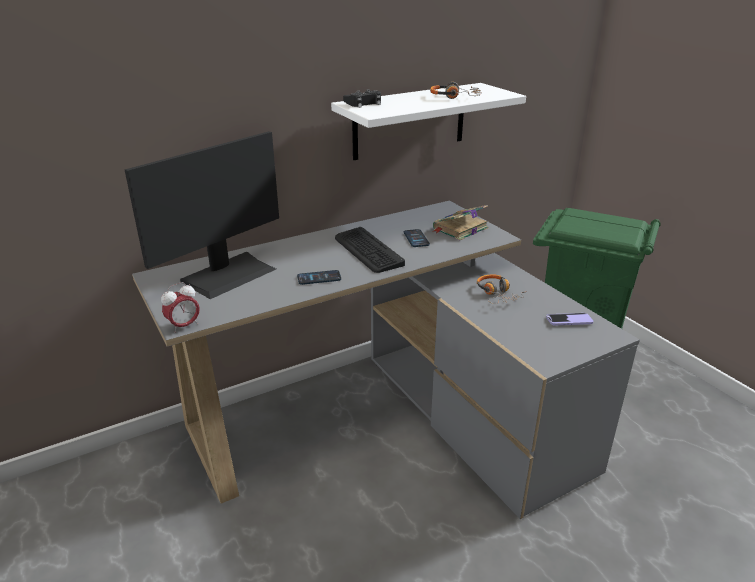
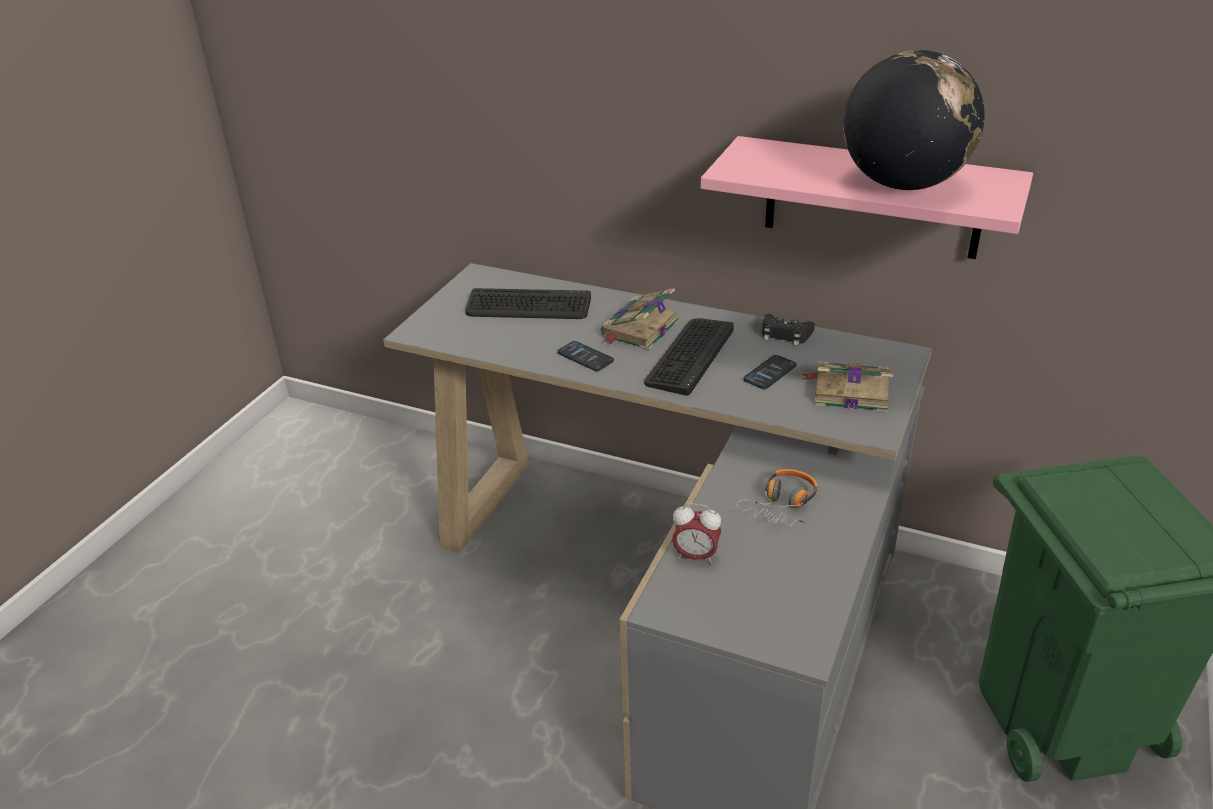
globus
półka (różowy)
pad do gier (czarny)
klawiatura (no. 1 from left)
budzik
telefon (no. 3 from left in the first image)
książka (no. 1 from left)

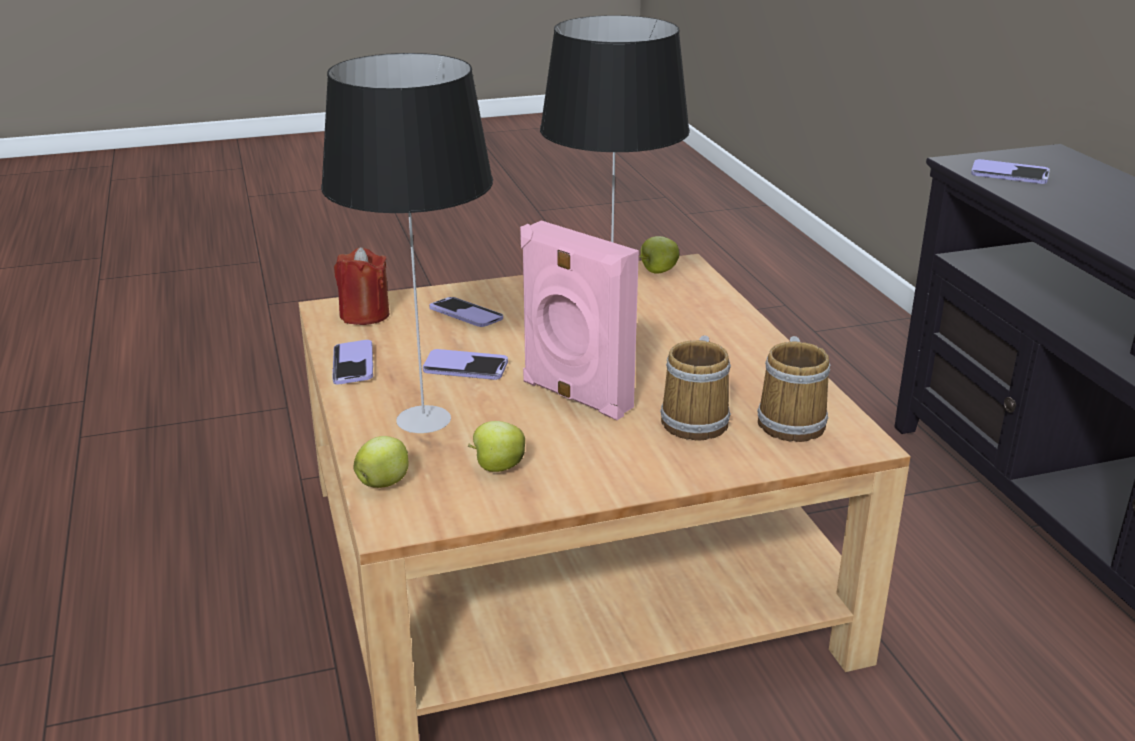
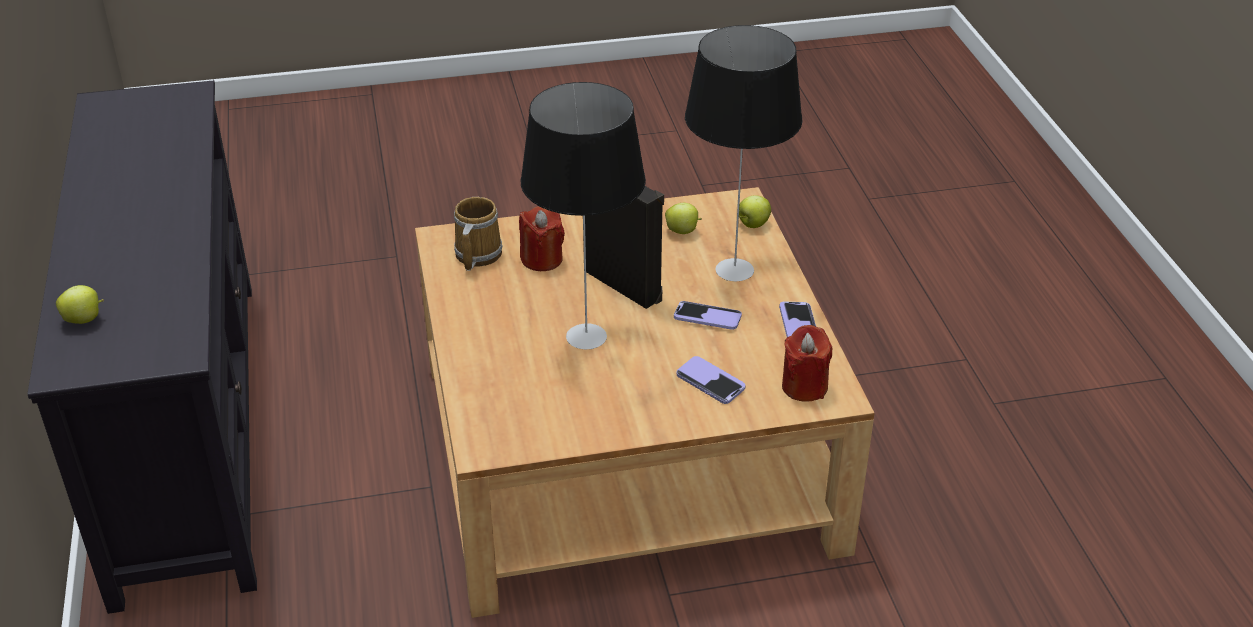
telefon (no. 4 from left in the first image)
głośnik (czarny)
jabłko (no. 1 from left)
świeca (czerwony) (no. 1 from left)

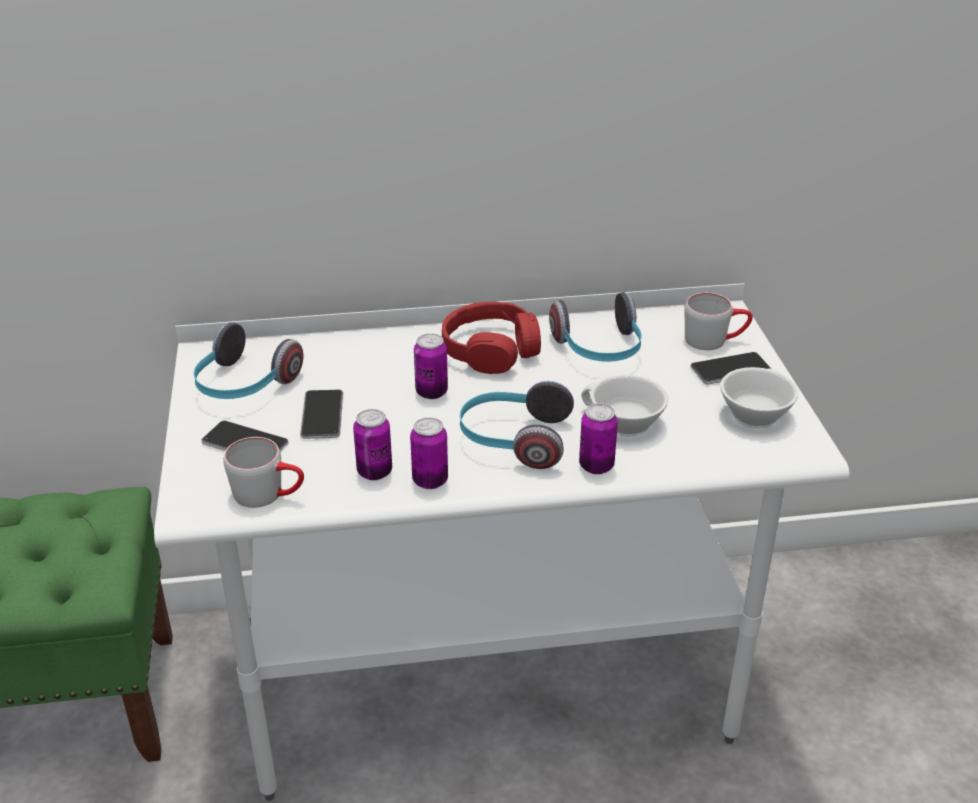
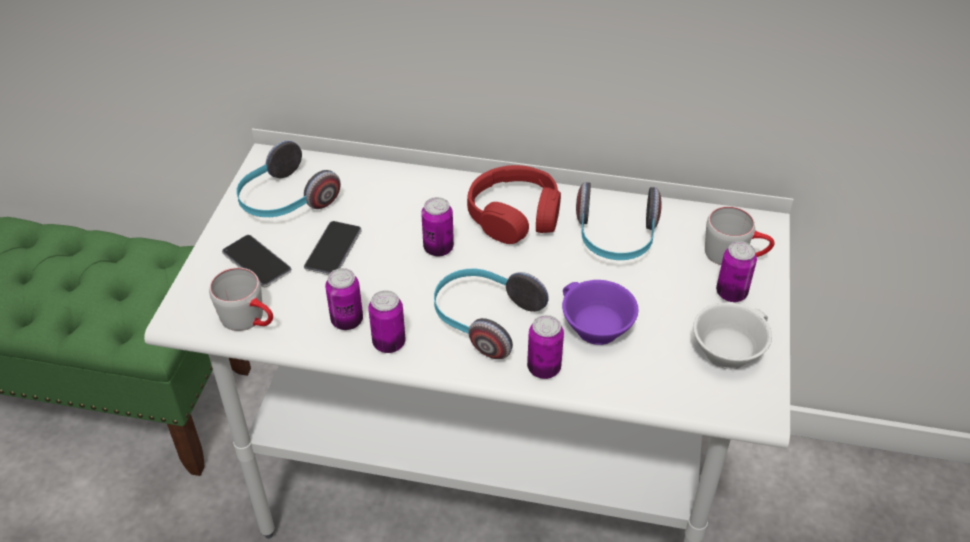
puszka (no. 5 from left)
filiżanka (fioletowy)

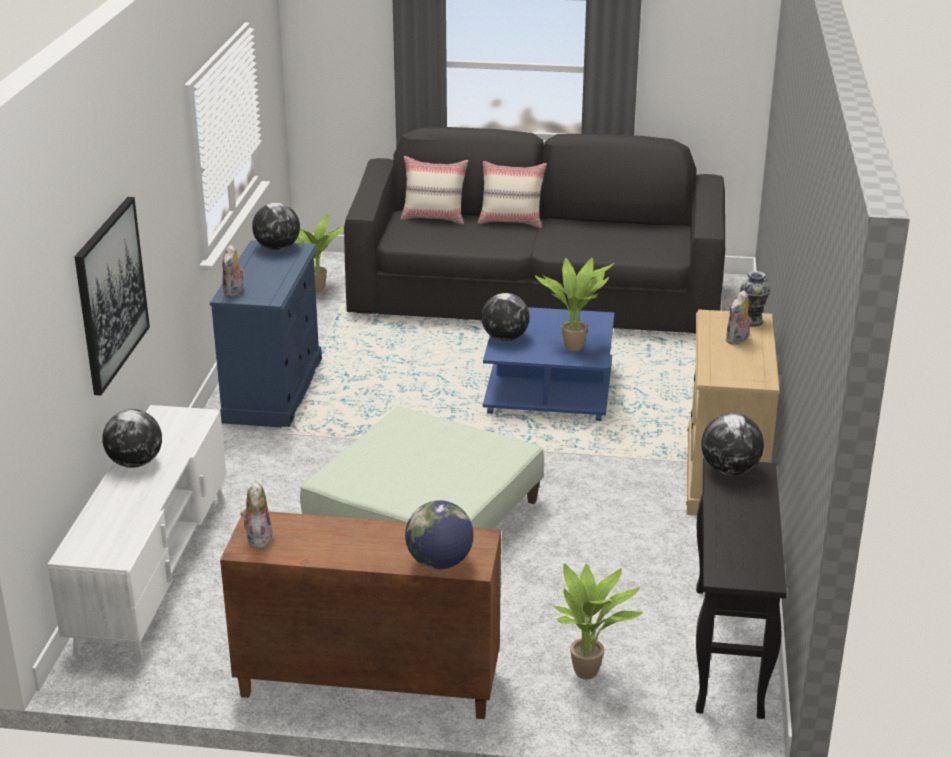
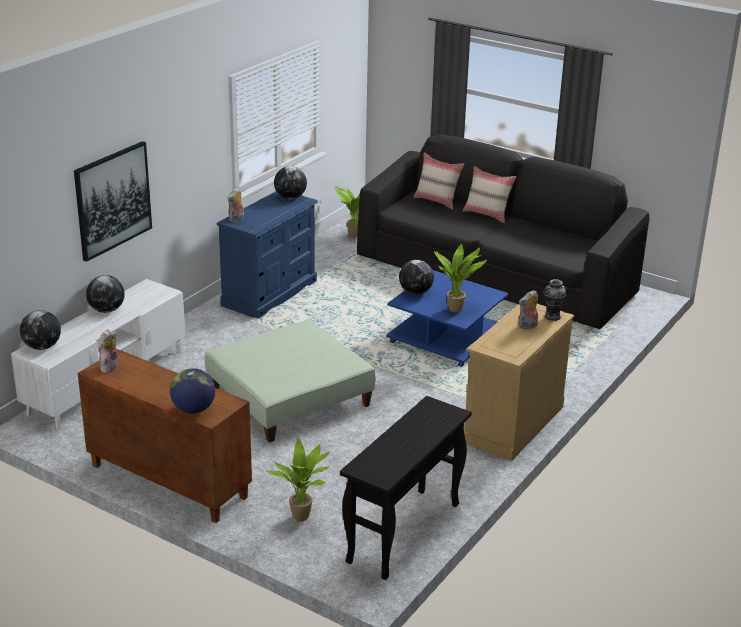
globus (no. 1 from left)

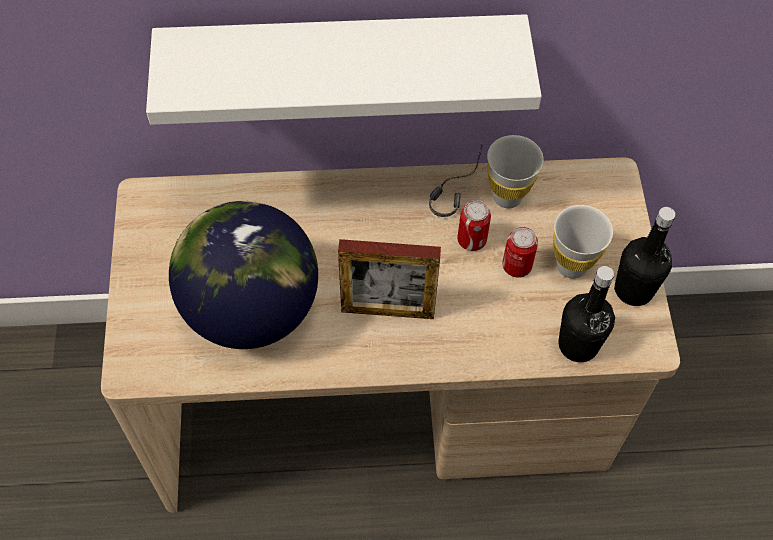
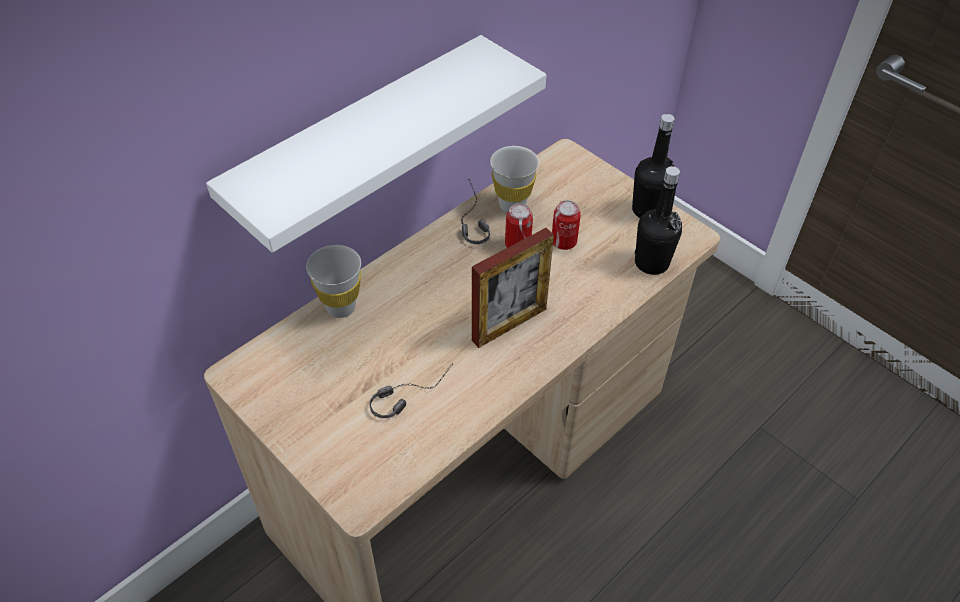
słuchawki (no. 1 from left)
filiżanka (biały) (no. 1 from left)

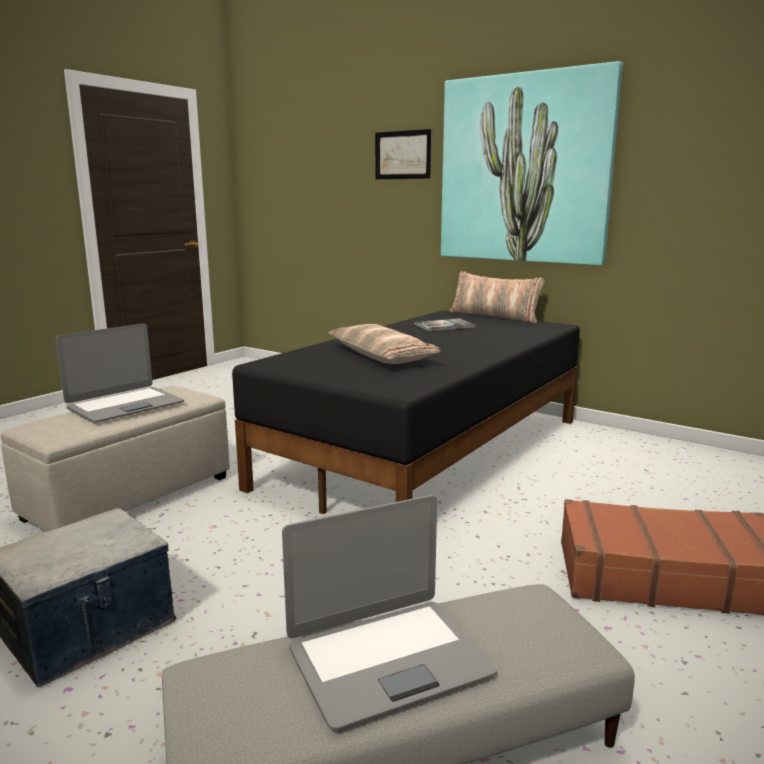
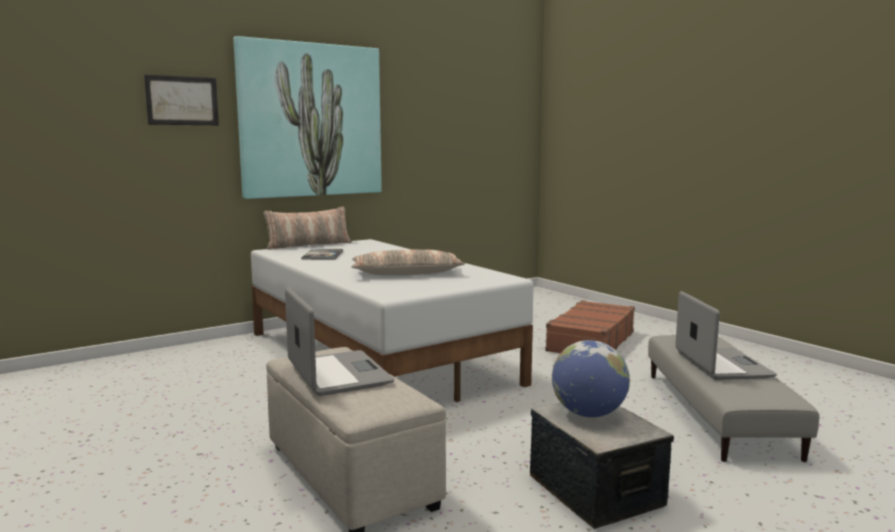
łóżko (biały)
globus

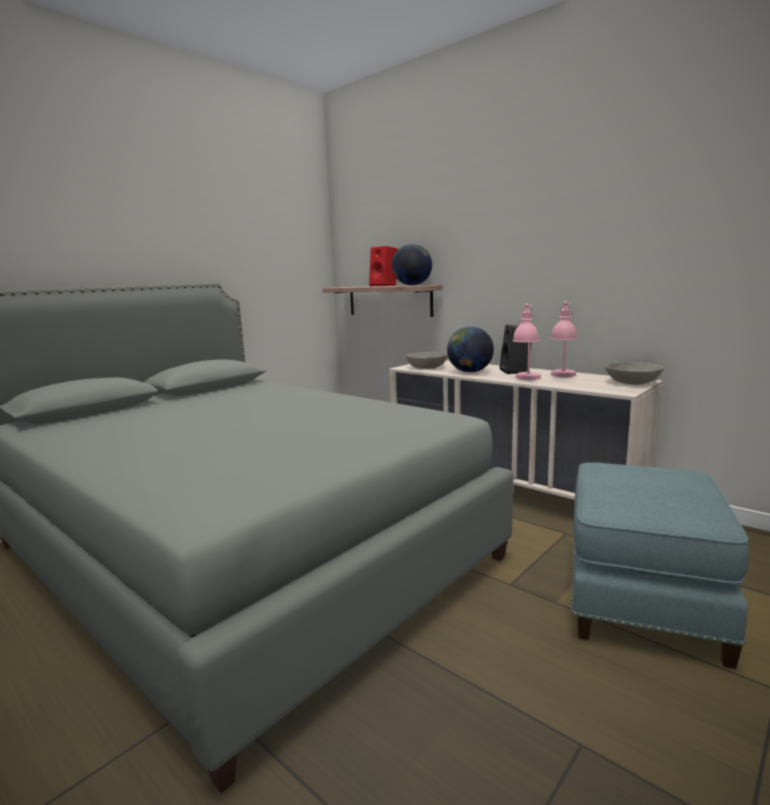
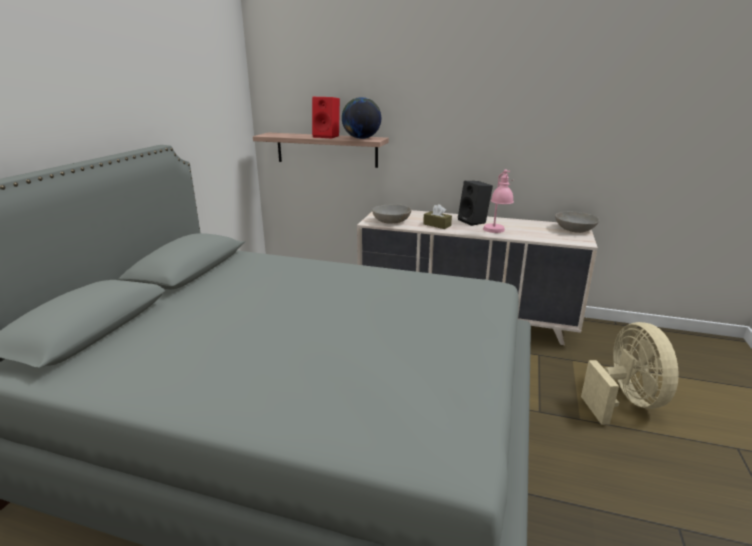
lampa stołowa (różowy) (no. 2 from left in the first image)
pudełko chusteczek (brązowy)
wentylator (beżowy)

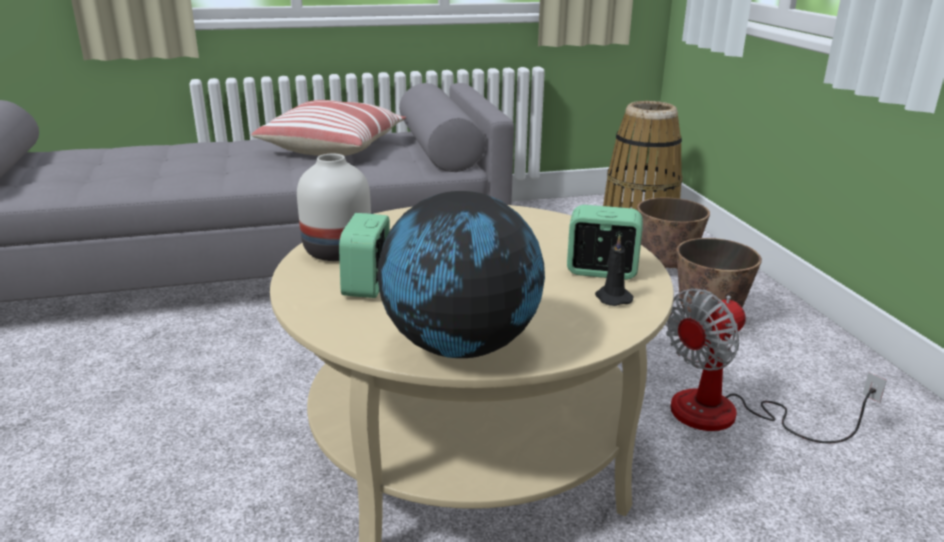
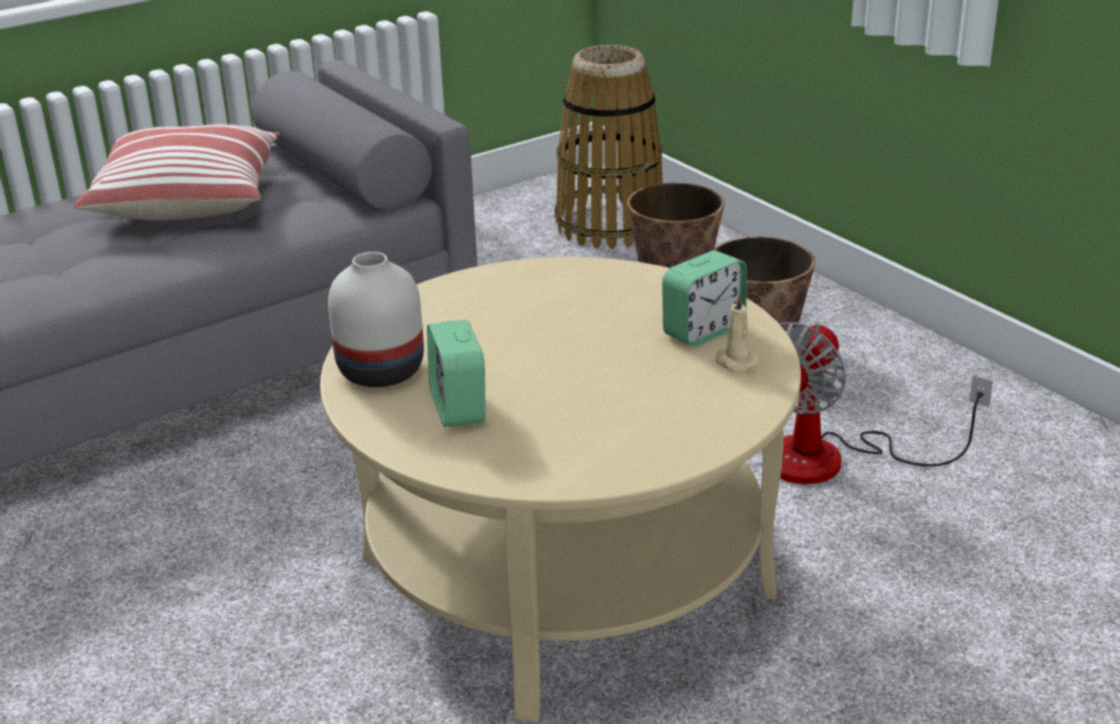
globus
budzik (no. 2 from left)
świeca (beżowy)

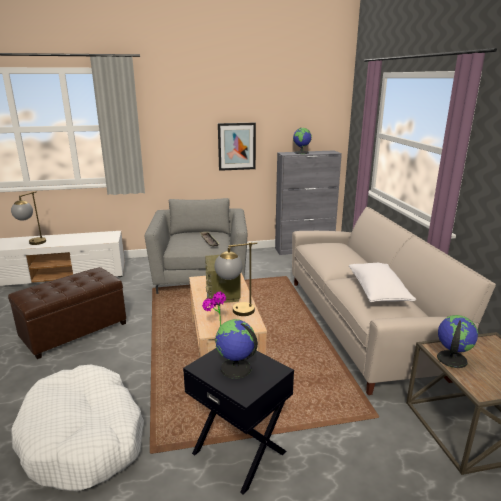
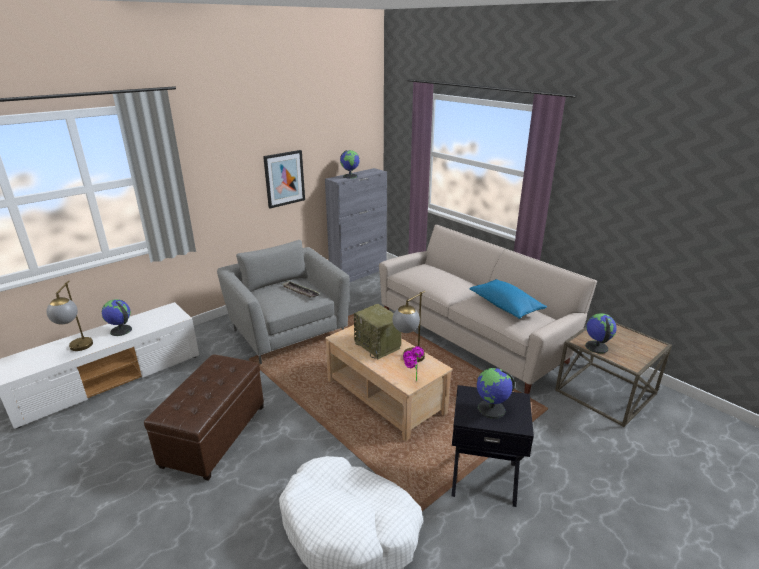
poduszka (niebieski)
globus (no. 1 from left)

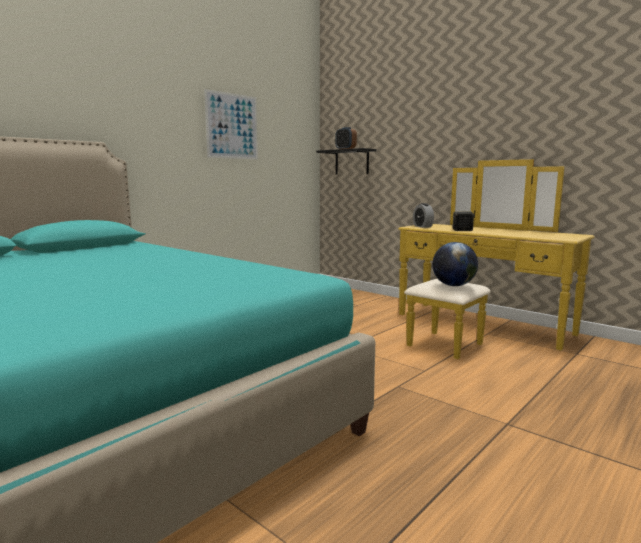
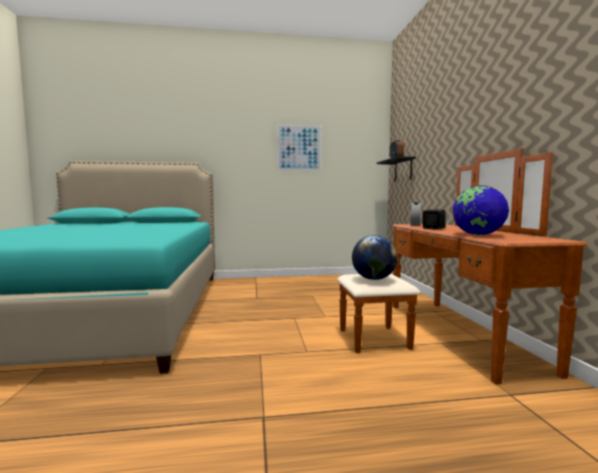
komoda (brązowy)
globus (no. 2 from left)

